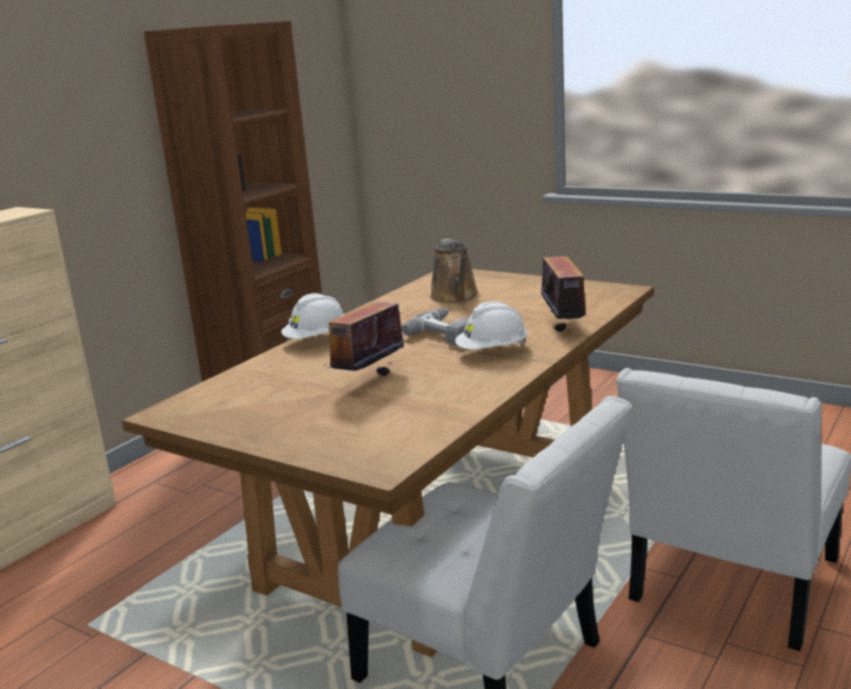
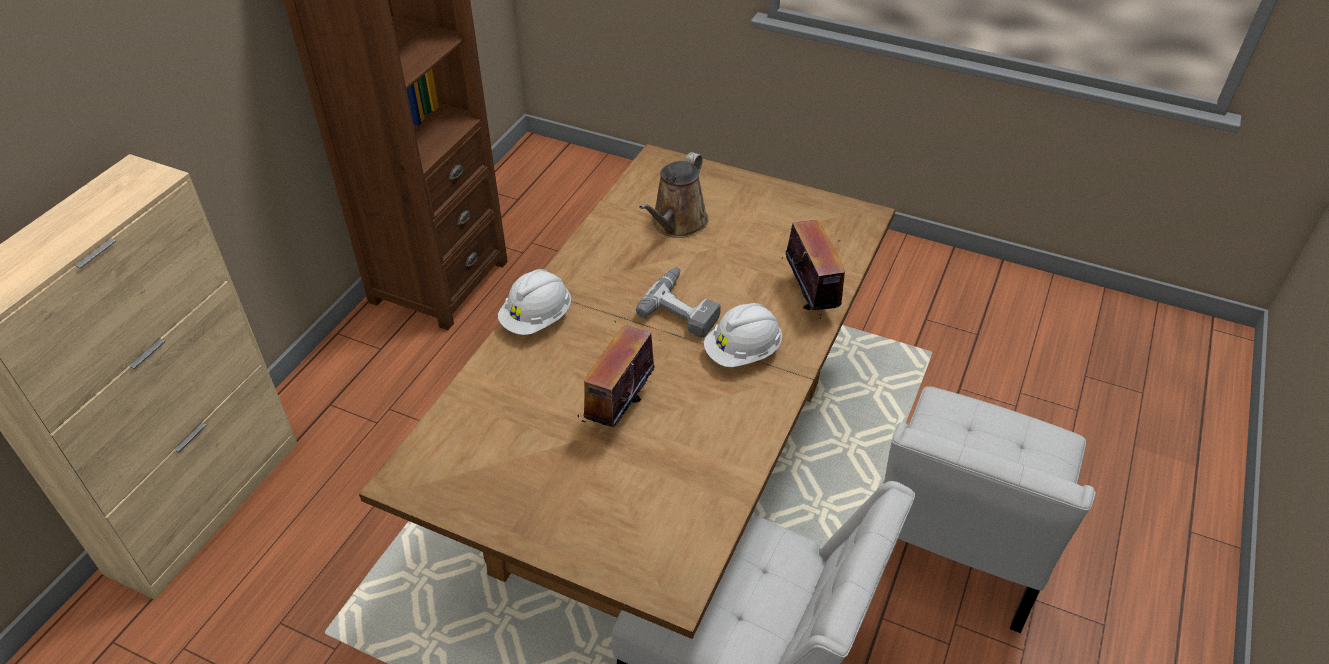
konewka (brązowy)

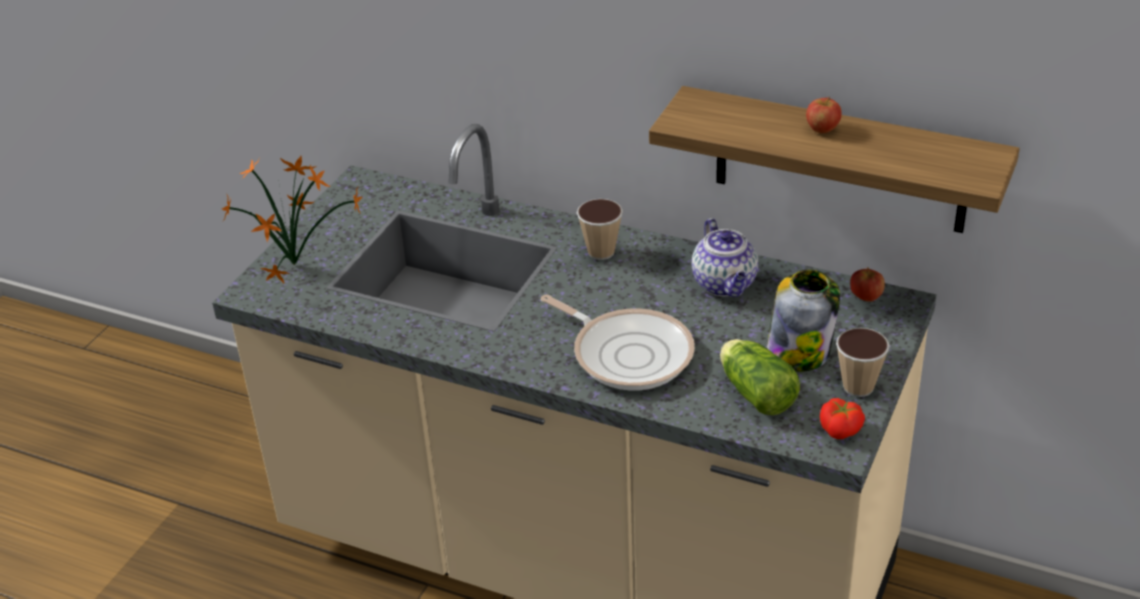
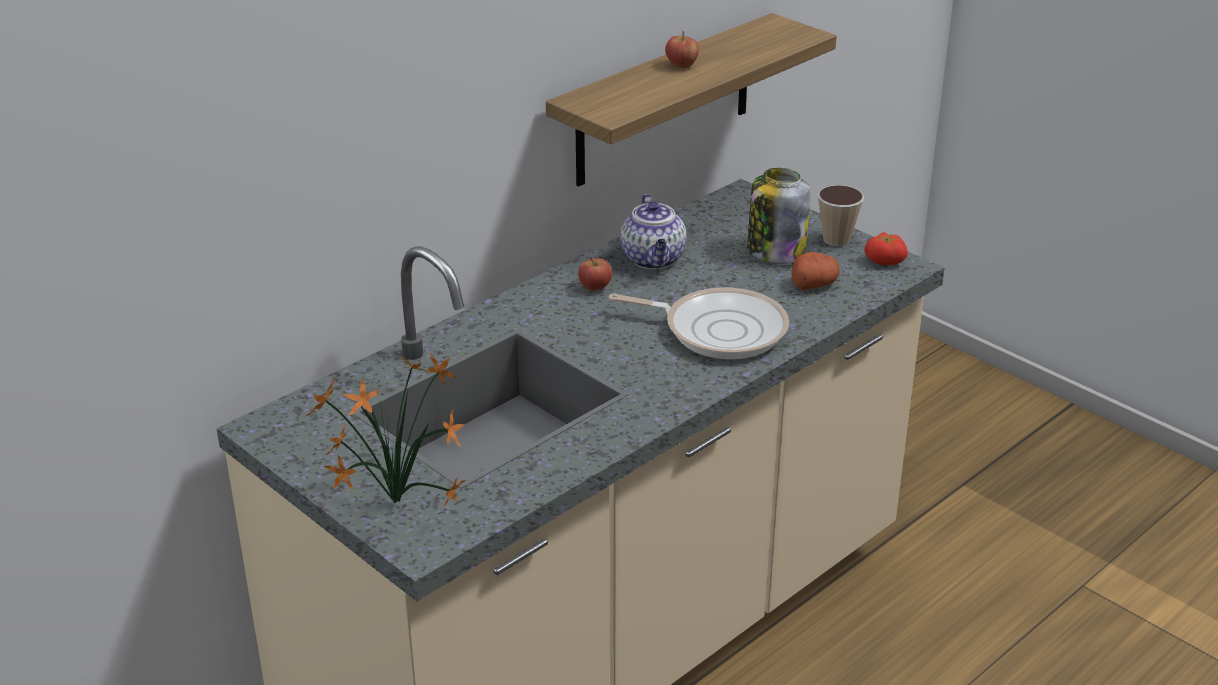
filiżanka (no. 1 from left in the first image)
imbryk
jabłko (no. 1 from left)
patelnia
ziemniak

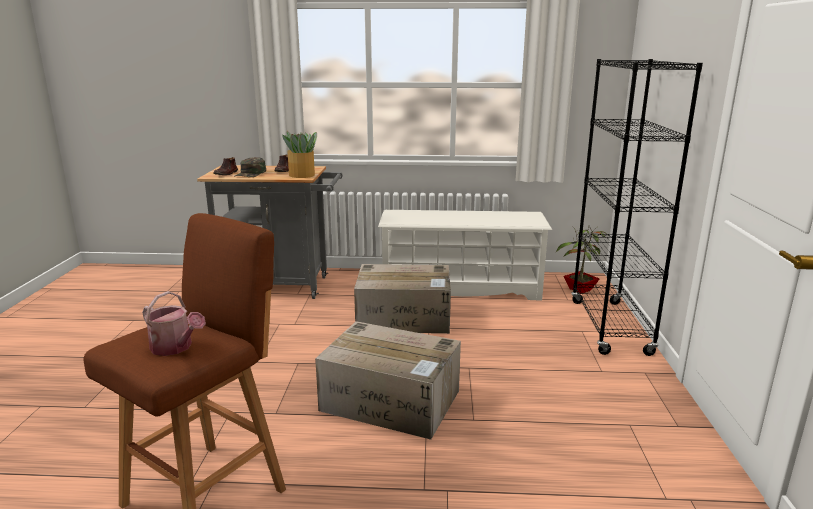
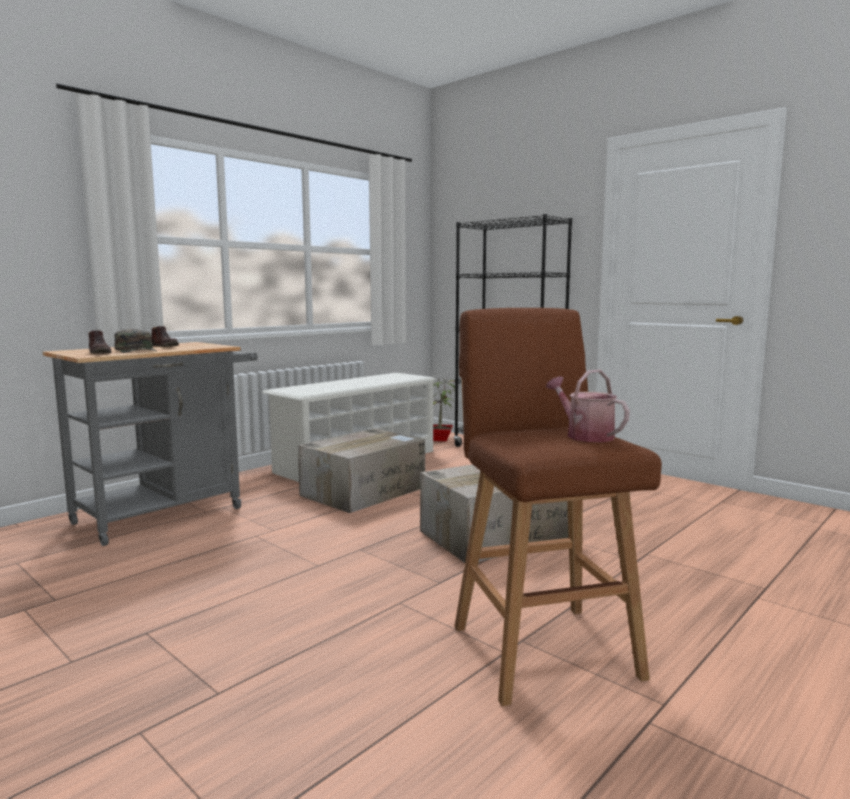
roślina doniczkowa (no. 1 from left in the first image)
konewka

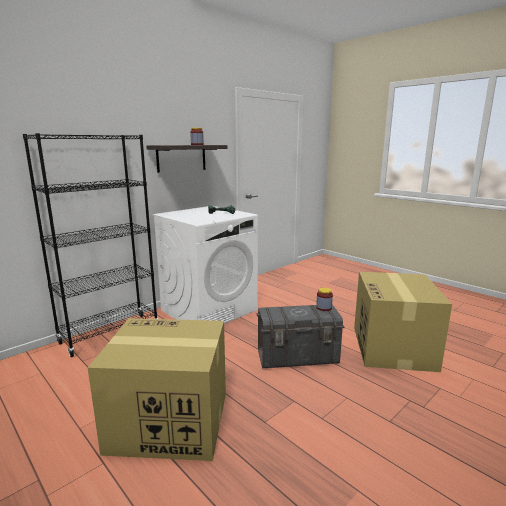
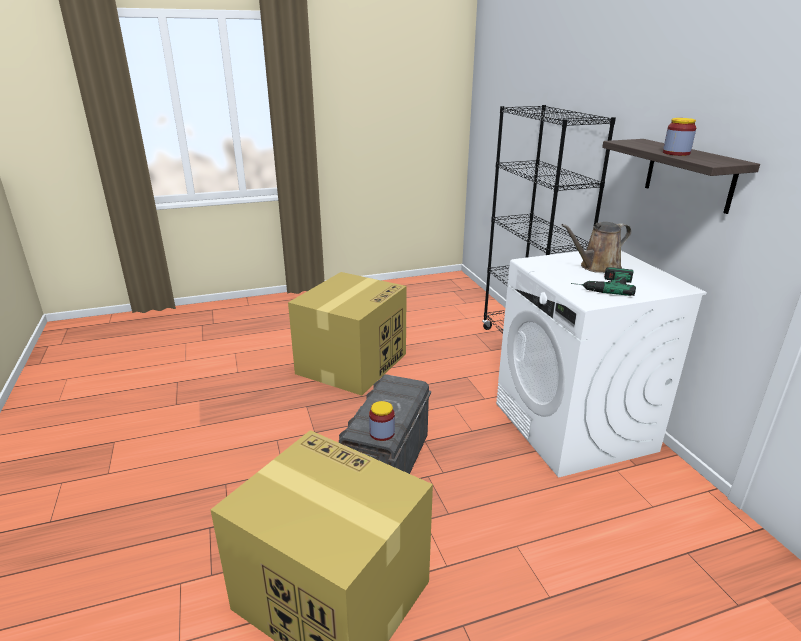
konewka (brązowy)

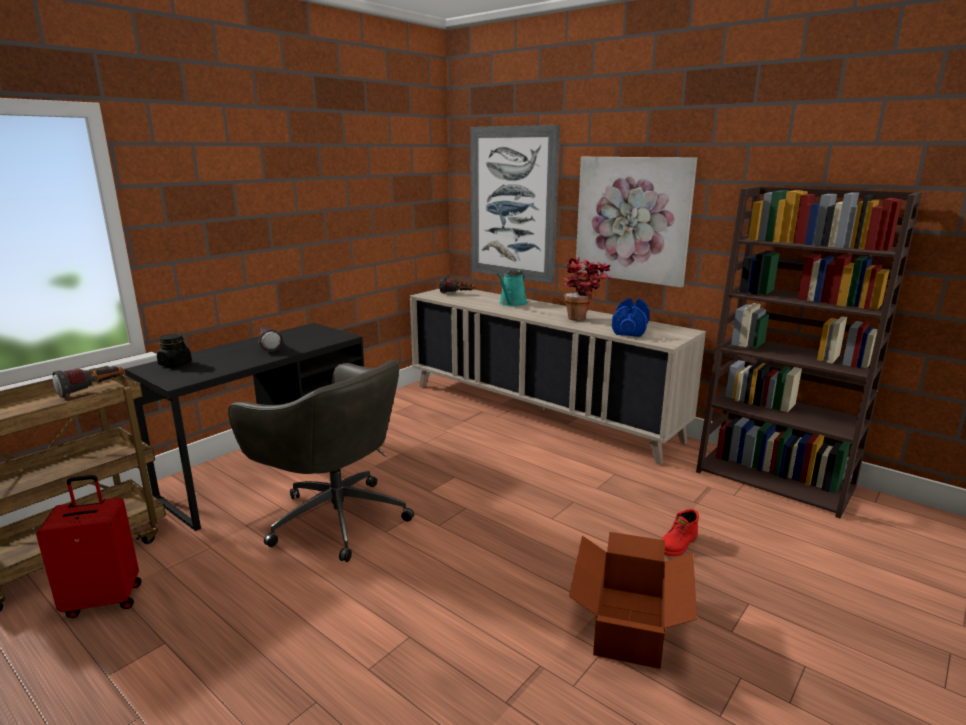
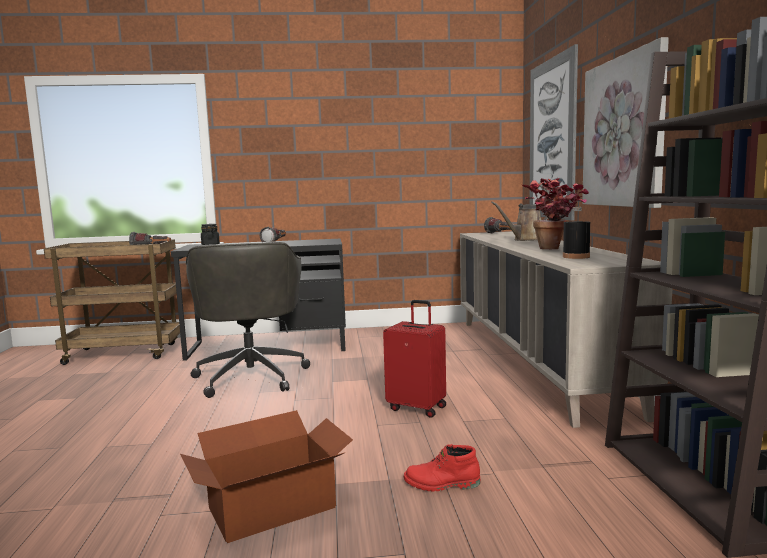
konewka (brązowy)
butelka (czarny)
walizka (czerwony)

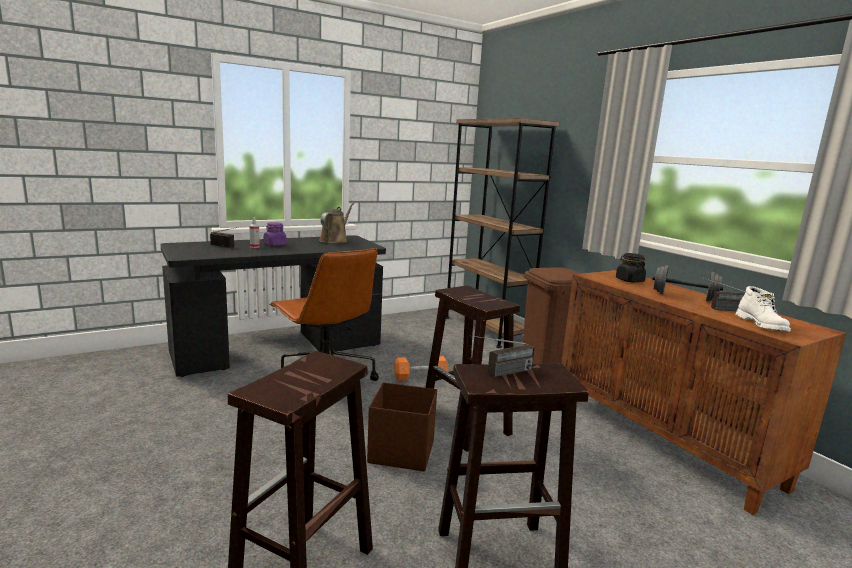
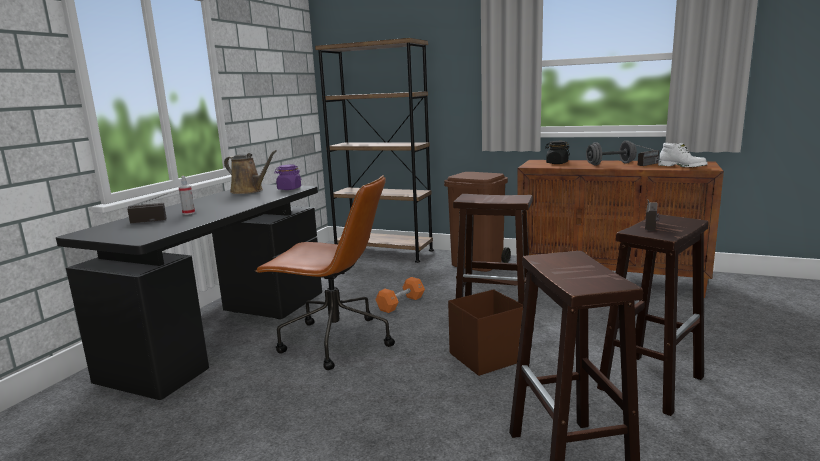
konewka (brązowy)
słoik (fioletowy)

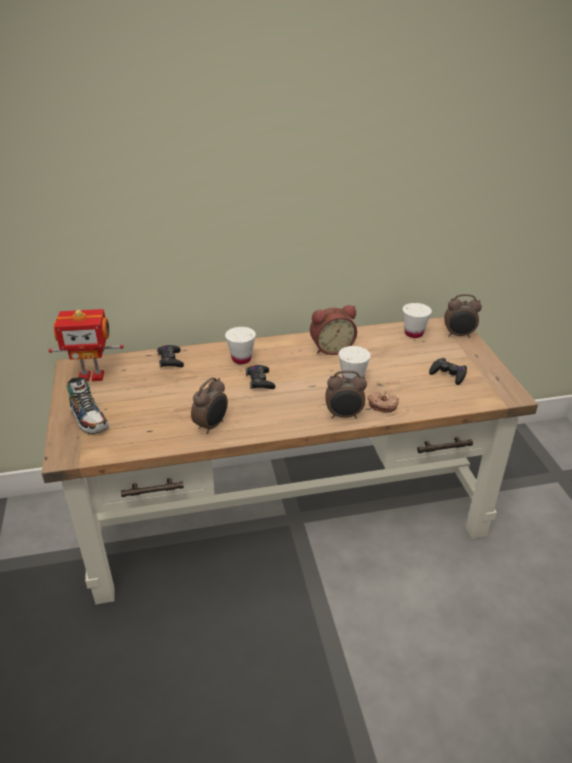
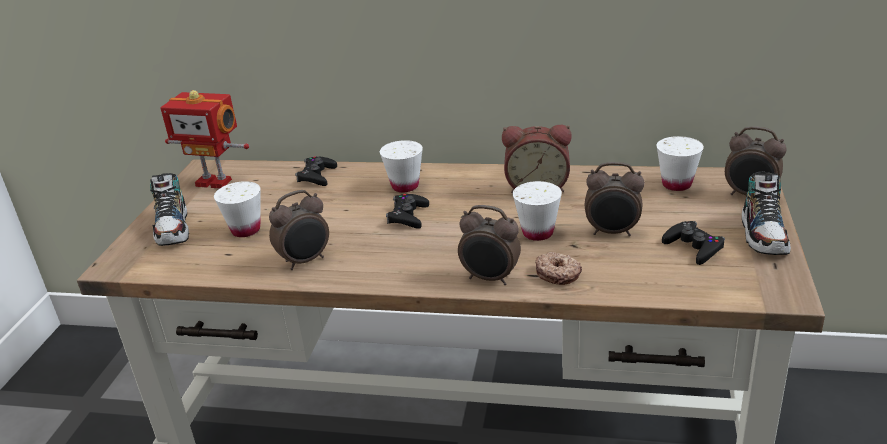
budzik (no. 4 from left)
but (no. 2 from left)
filiżanka (biały) (no. 1 from left)

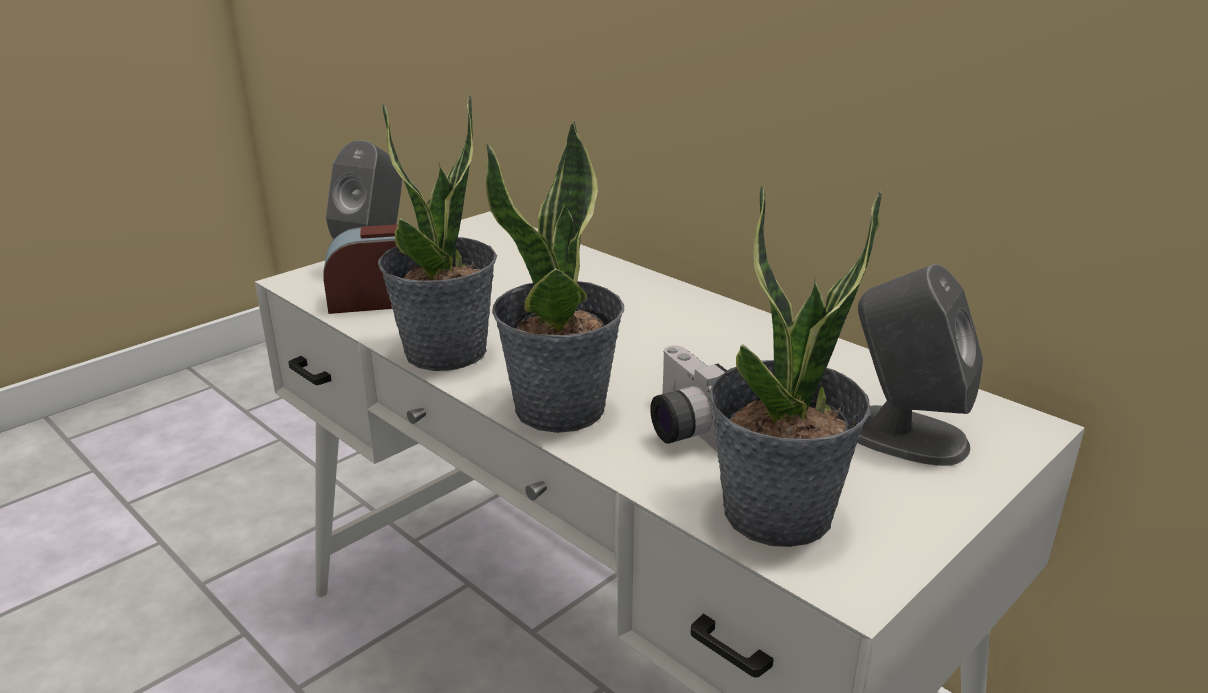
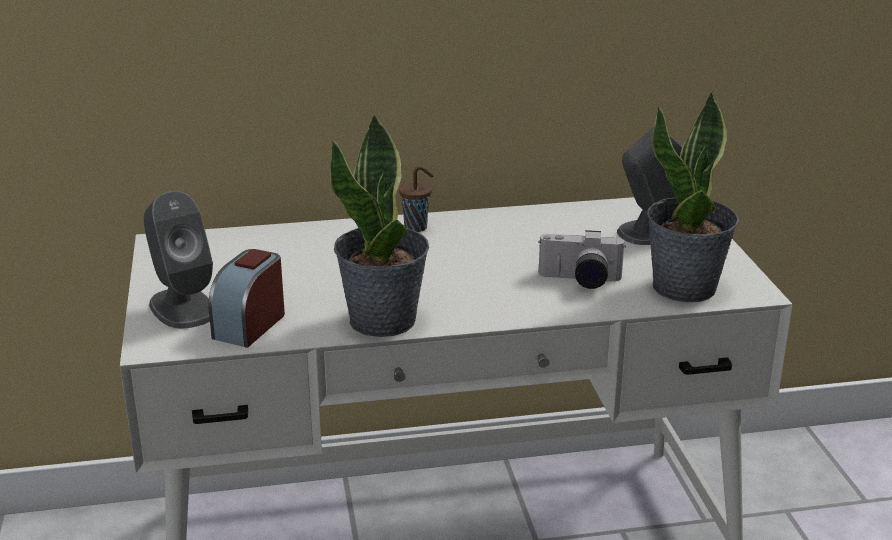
roślina doniczkowa (no. 2 from left in the first image)
filiżanka (brązowy)

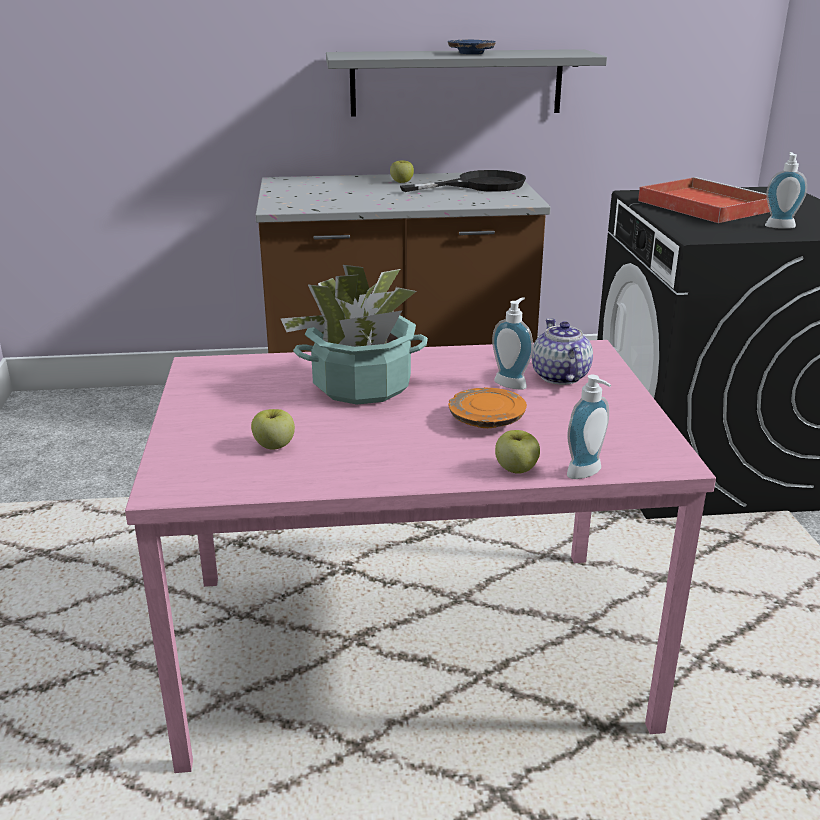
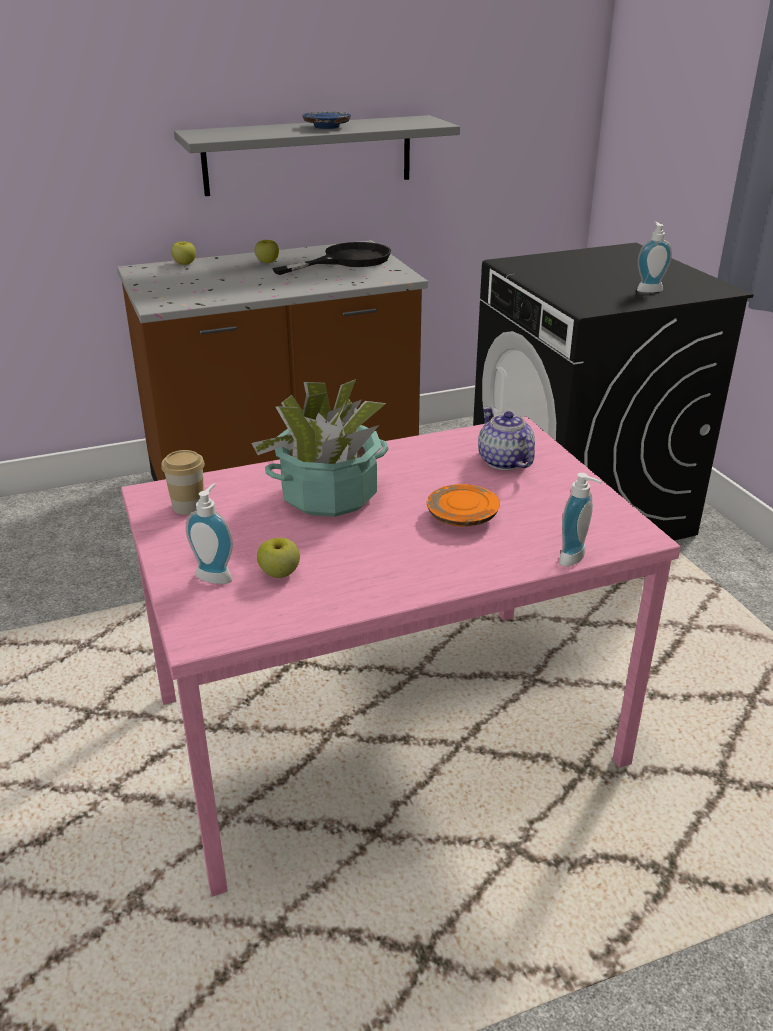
taca (czerwony)
dozownik mydła (no. 1 from left)
jabłko (no. 1 from left)
filiżanka

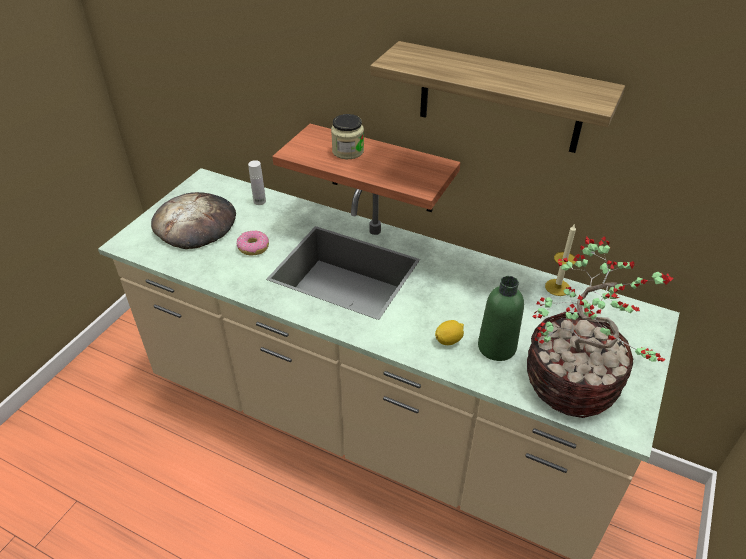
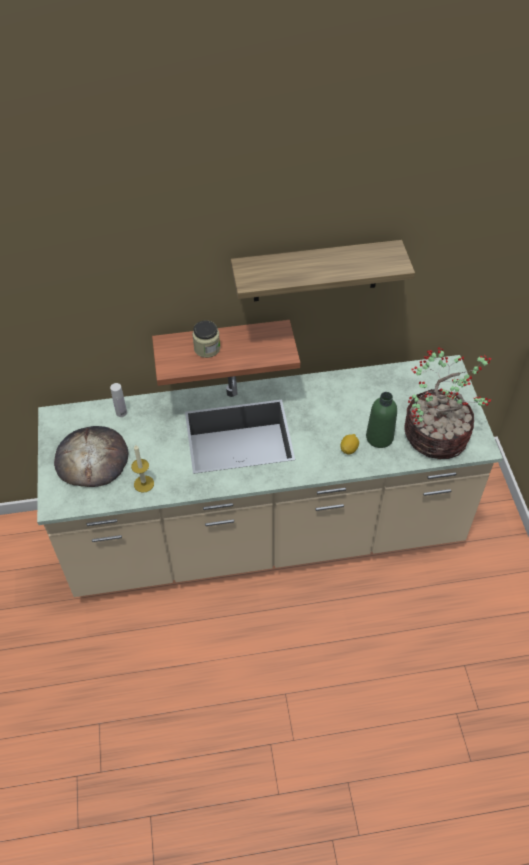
świeca
donut

